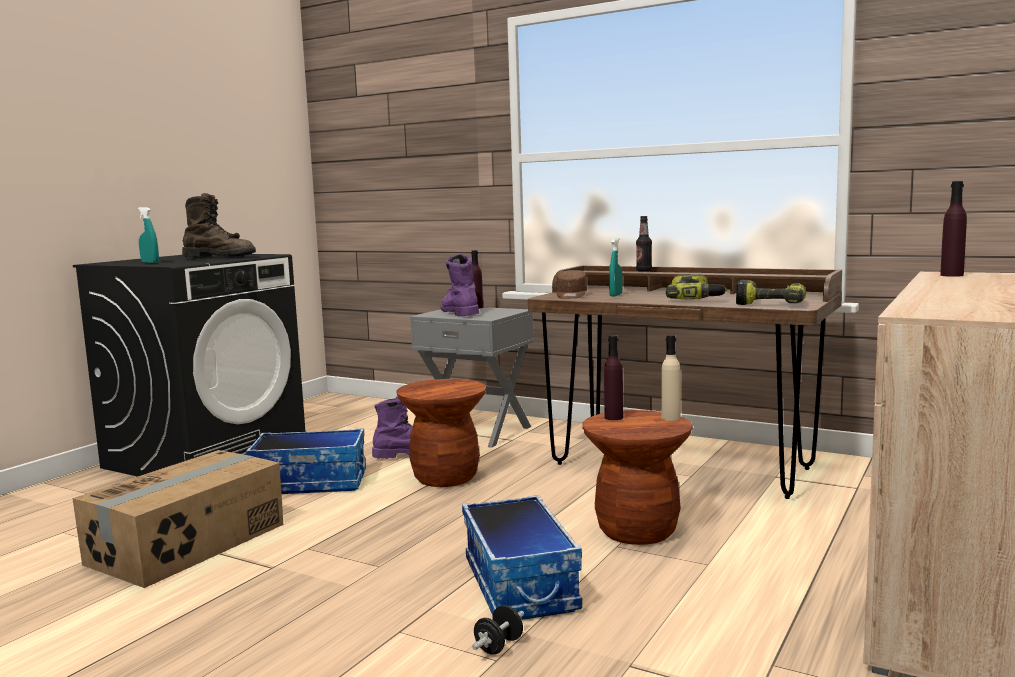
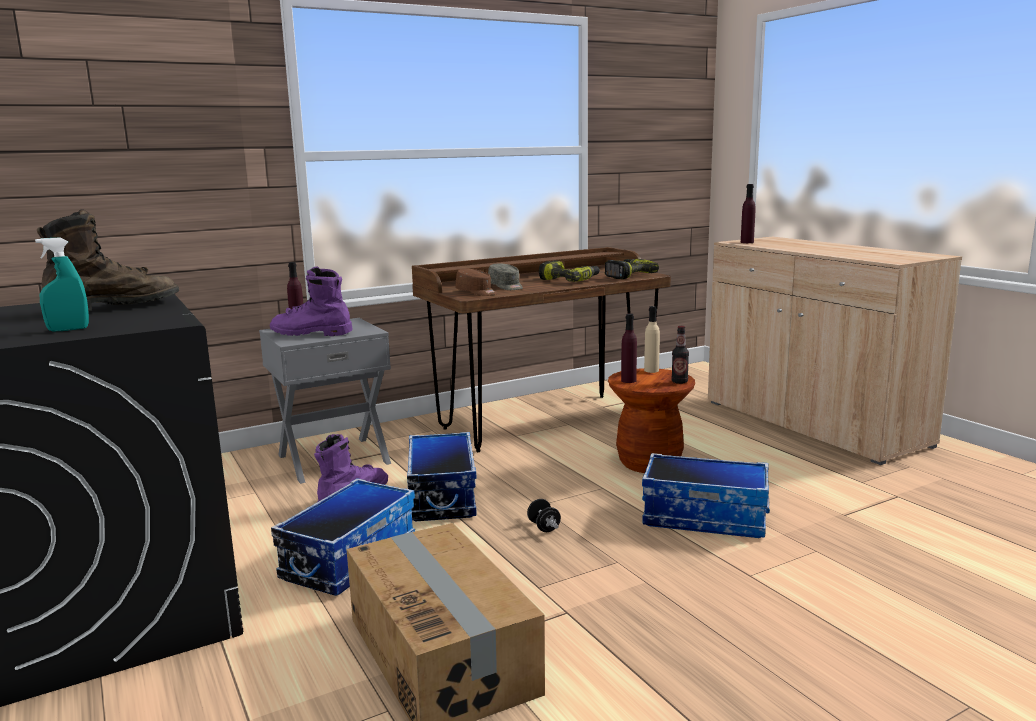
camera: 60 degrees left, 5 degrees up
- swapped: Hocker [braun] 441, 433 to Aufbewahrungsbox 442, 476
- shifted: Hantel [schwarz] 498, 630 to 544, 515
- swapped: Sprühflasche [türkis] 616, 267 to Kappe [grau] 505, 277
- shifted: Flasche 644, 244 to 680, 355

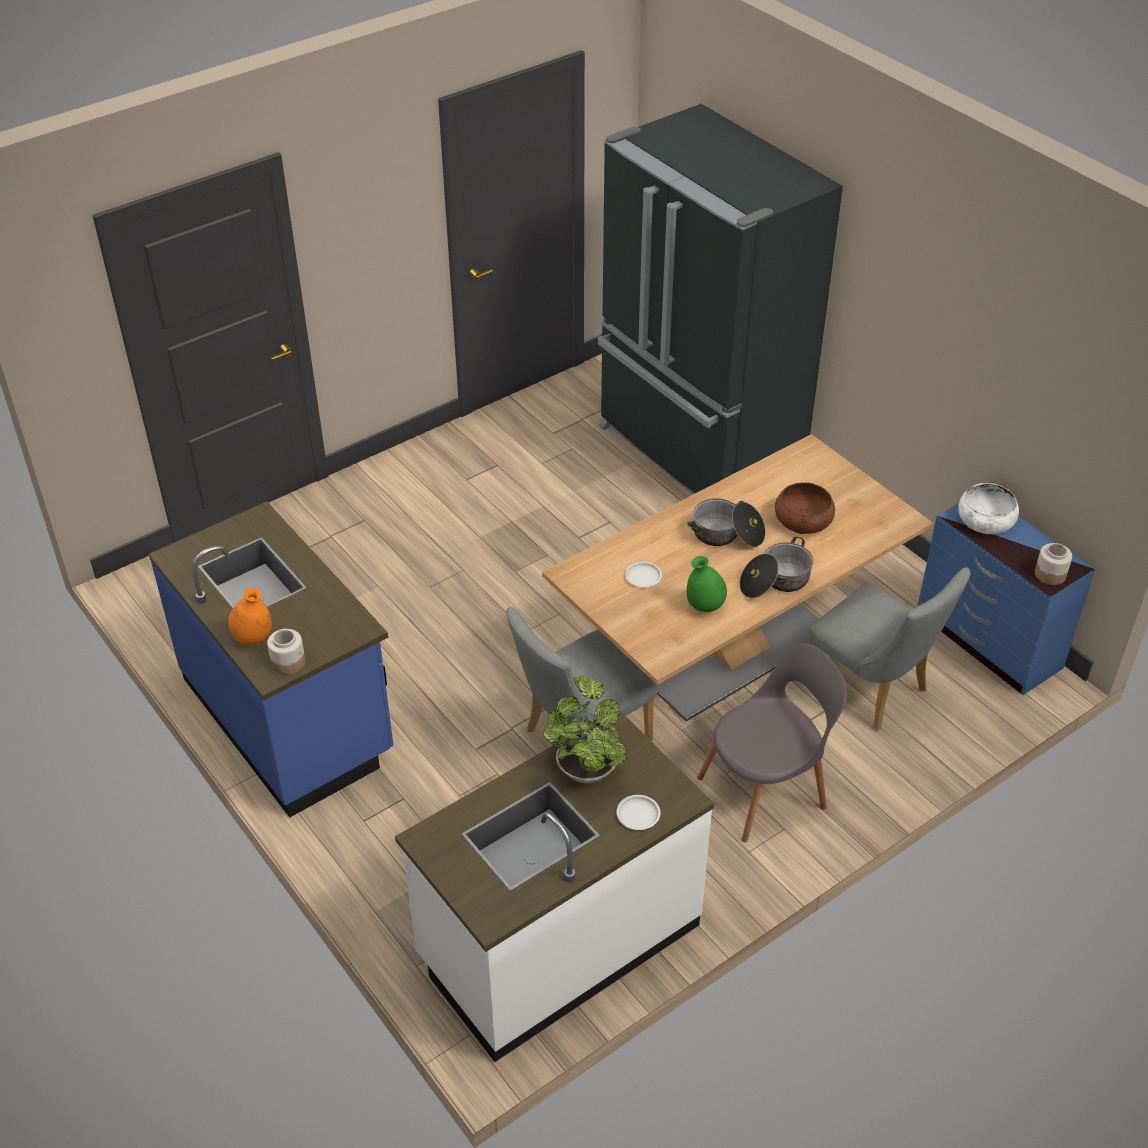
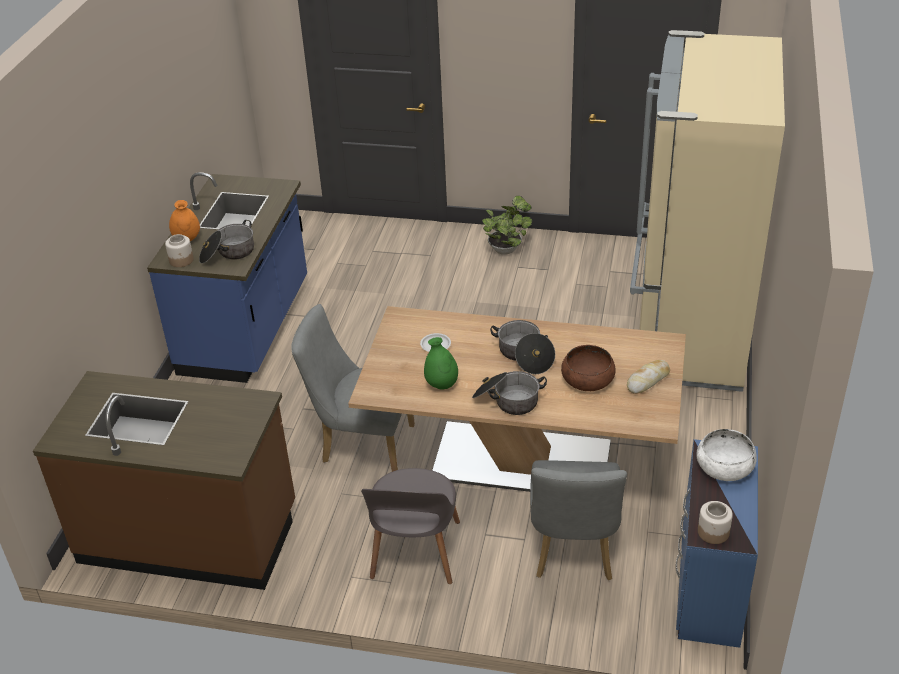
camera: 50 degrees right, 5 degrees down
- repainted: Küchenzeile [weiß] 554, 886 to Küchenzeile [braun] 164, 480
- shifted: Topfpflanze 585, 730 to 507, 225
- repainted: Kühlschrank [schwarz] 720, 299 to Kühlschrank [beige] 707, 211
- gone: Teller [weiß] 638, 812
- rotated: Stuhl [grau] 772, 743 = 410, 526 75 degrees clockwise
- new: Kochtopf 226, 242
- new: Brot 648, 377

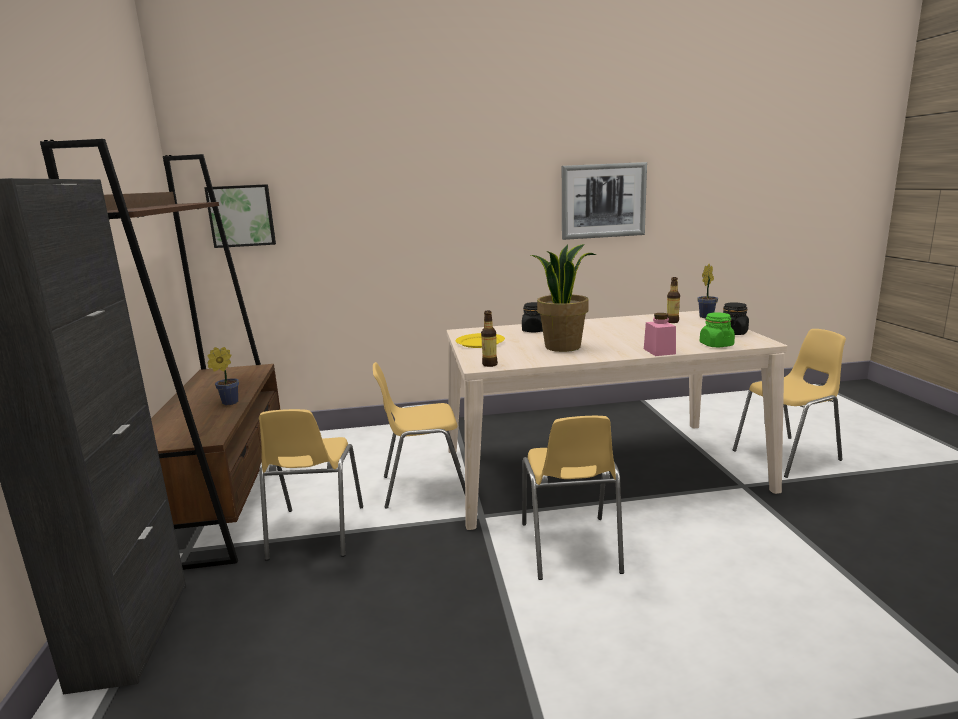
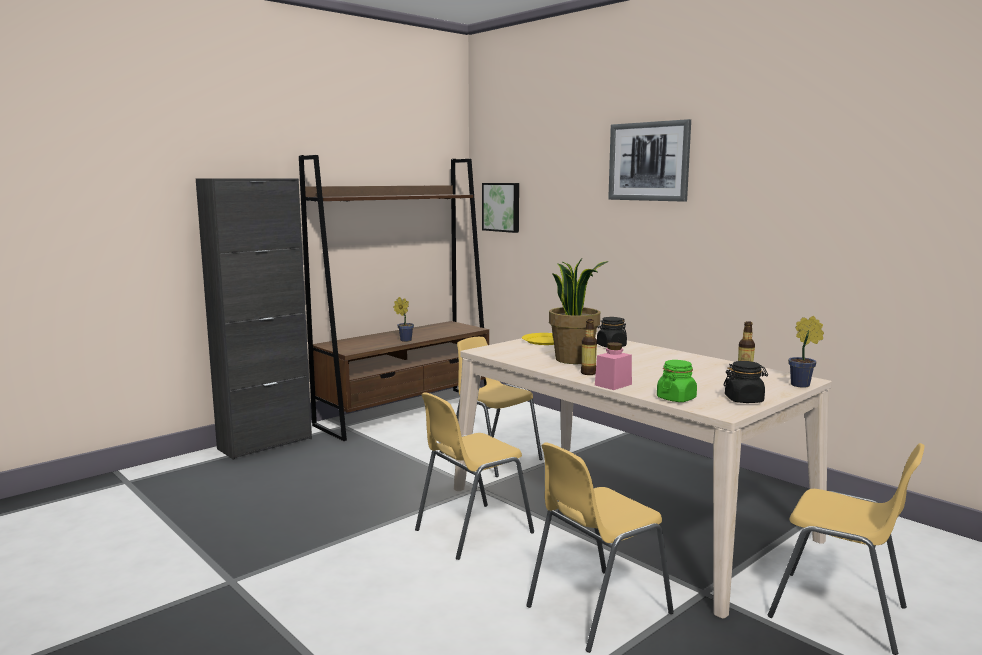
camera: 55 degrees right, 5 degrees down
- shifted: Stuhl [gelb] 311, 485 to 600, 547
- shifted: Flasche 489, 338 to 589, 347
- shifted: Bild 604, 201 to 649, 160

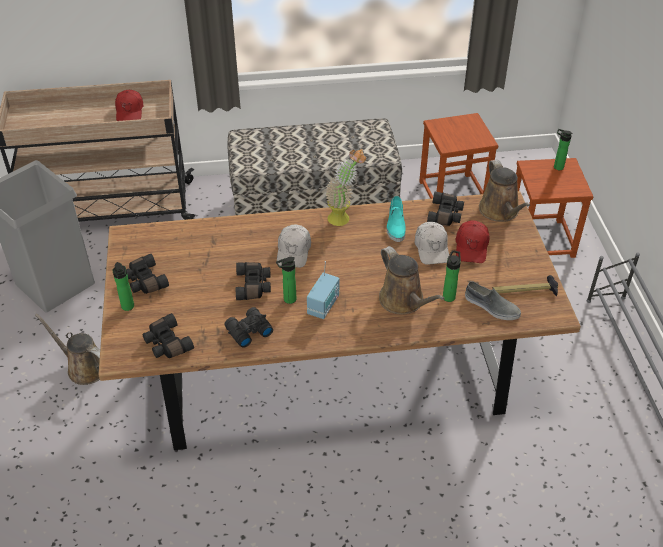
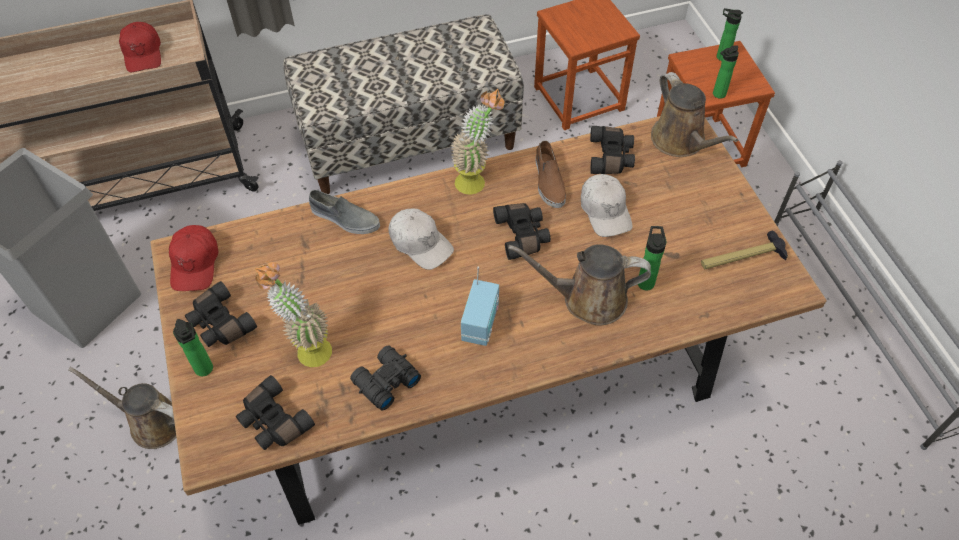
camera: 10 degrees left, 10 degrees up
- shifted: Fernglas [schwarz] 253, 281 to 522, 231
- shifted: Flasche 286, 280 to 726, 72
- rotated: Kappe [weiß] 294, 246 = 421, 239 45 degrees counterclockwise
- rotated: Gießkanne [braun] 412, 280 = 579, 284 135 degrees clockwise
- repainted: Schuh [türkis] 396, 219 to Schuh [braun] 551, 174
- shifted: Kappe [rot] 472, 241 to 193, 258
- shifted: Schuh [grau] 493, 300 to 344, 212
- new: Topfpflanze 293, 314

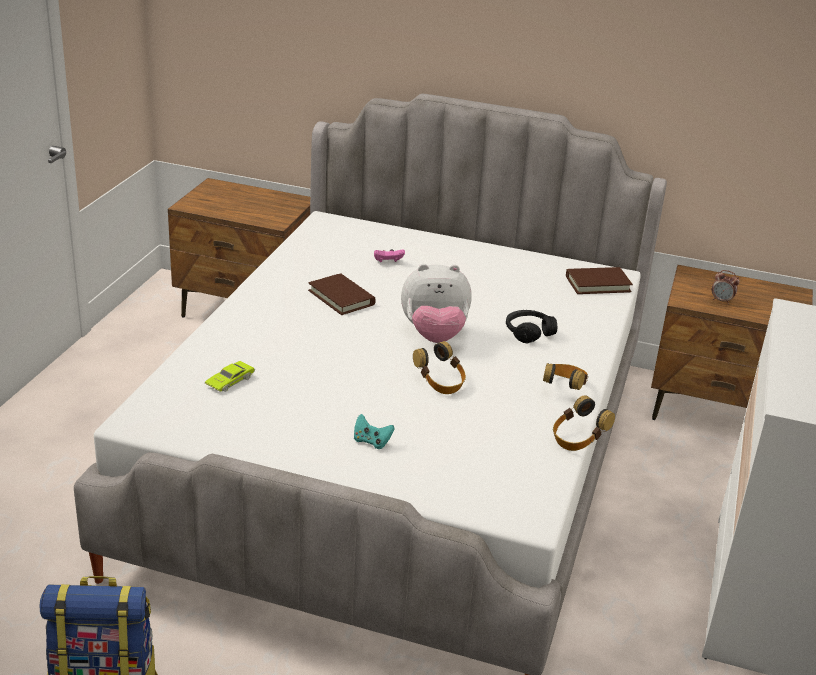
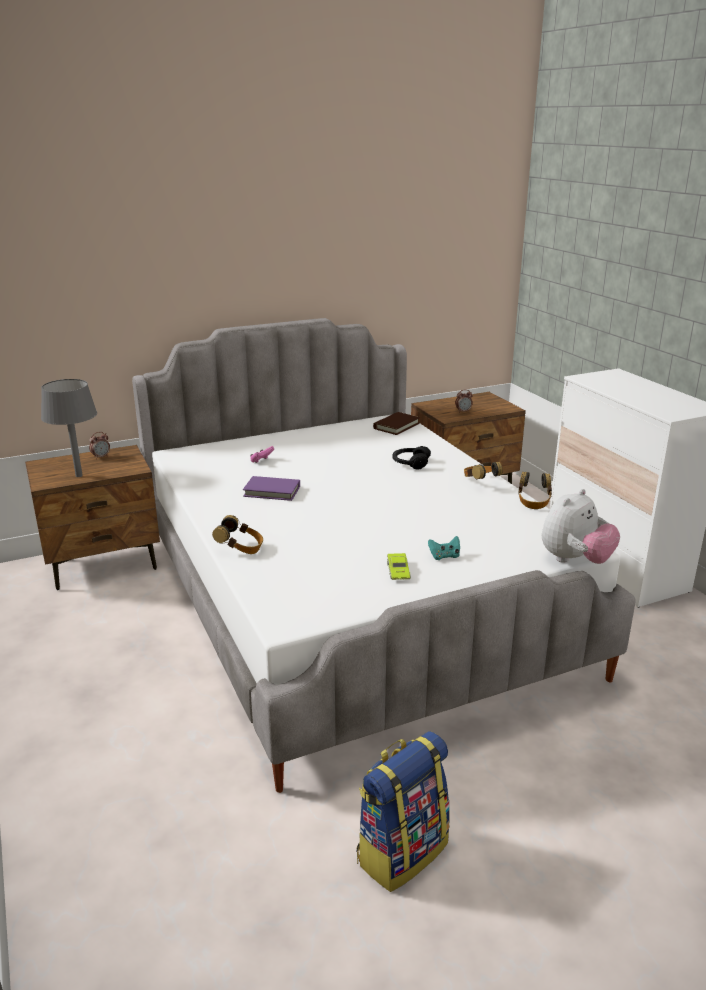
camera: 40 degrees left, 5 degrees down
- shifted: Spielzeugauto [grün] 230, 376 to 399, 566
- repainted: Buch [braun] 342, 294 to Buch [lila] 271, 488
- shifted: Plüschtier 436, 303 to 581, 526
- shifted: Kopfhörer 439, 367 to 237, 534
- new: Tischlampe [grau] 69, 428
- new: Wecker 99, 445

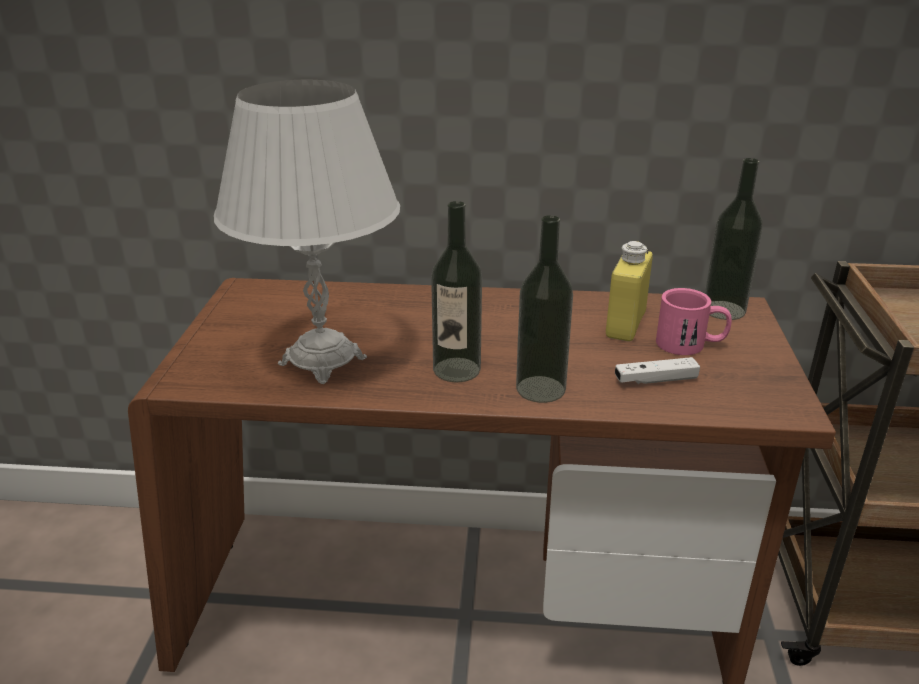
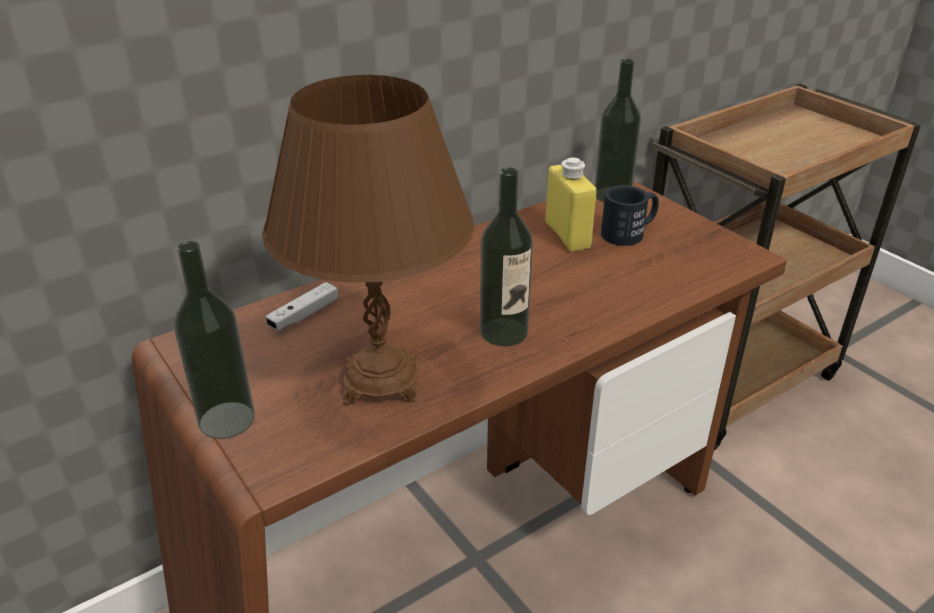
camera: 40 degrees left, 5 degrees up
- repainted: Tischlampe [weiß] 307, 232 to Tischlampe [braun] 368, 240
- shifted: Flasche 544, 309 to 214, 340
- shifted: Gamepad [weiß] 657, 370 to 302, 306
- repainted: Henkelbecher [rosa] 694, 321 to Henkelbecher [schwarz] 630, 215

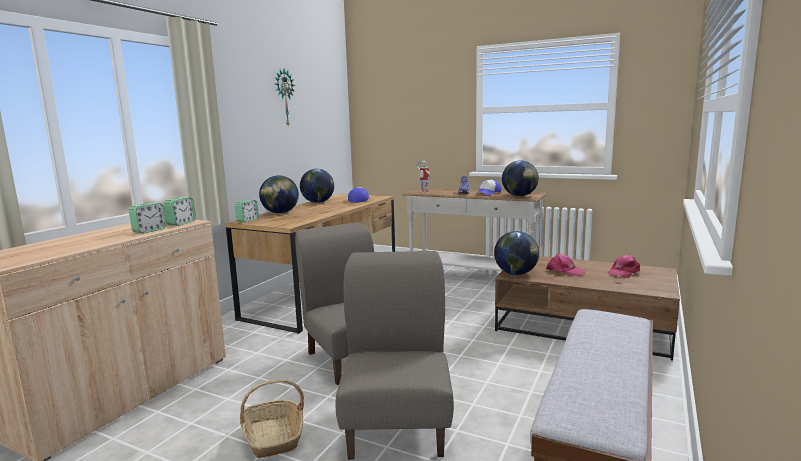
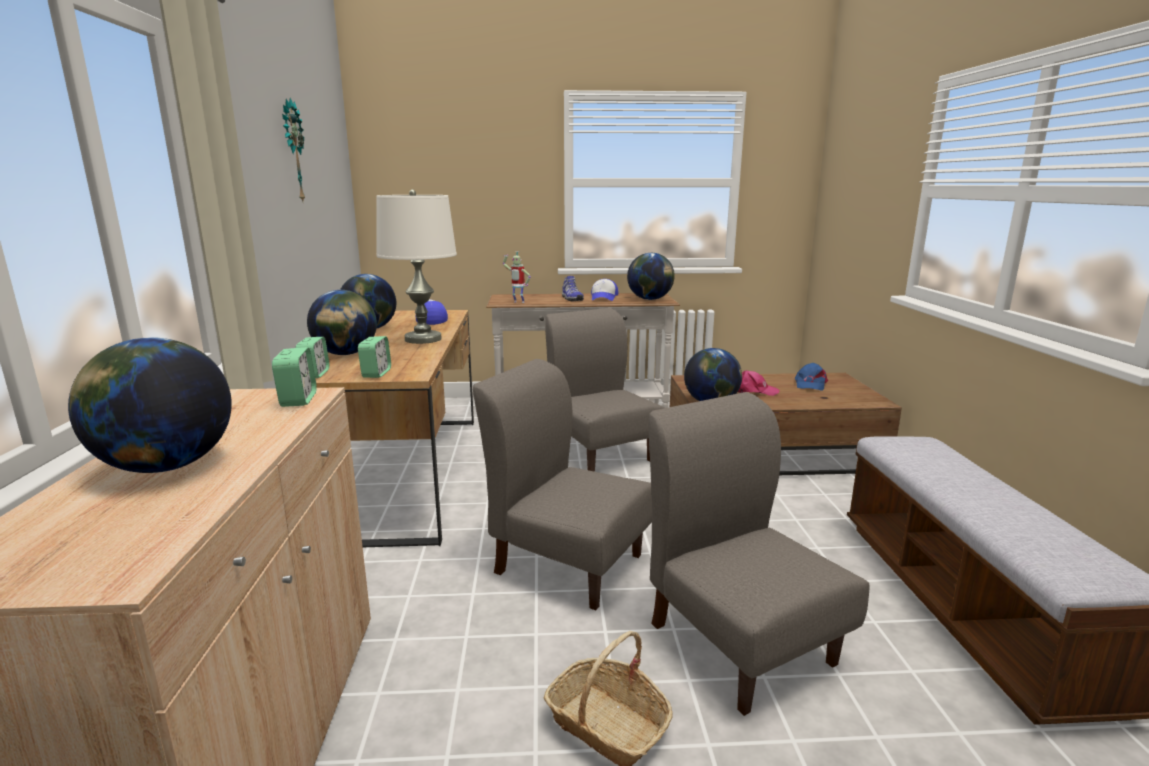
camera: 30 degrees left, 5 degrees up
- shifted: Wecker 148, 218 to 374, 357
- repainted: Kappe [rosa] 623, 266 to Kappe [blau] 811, 377
- new: Globus 150, 405
- new: Tischlampe [weiß] 416, 266
- new: Stuhl [grau] 604, 390

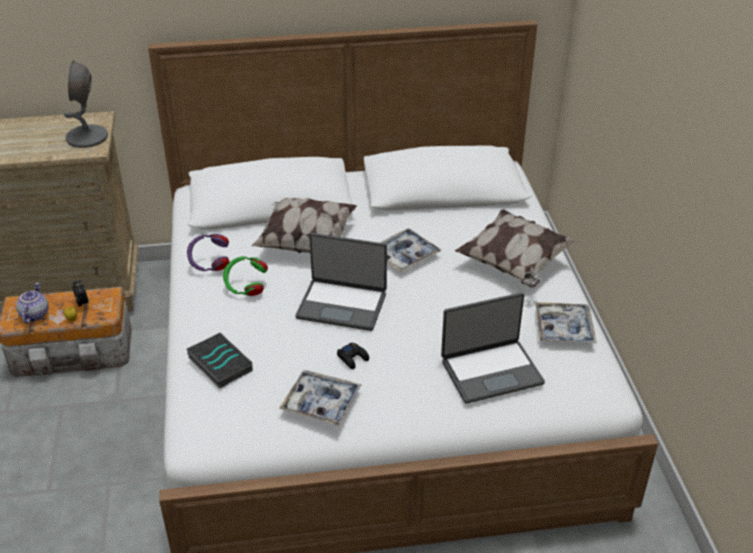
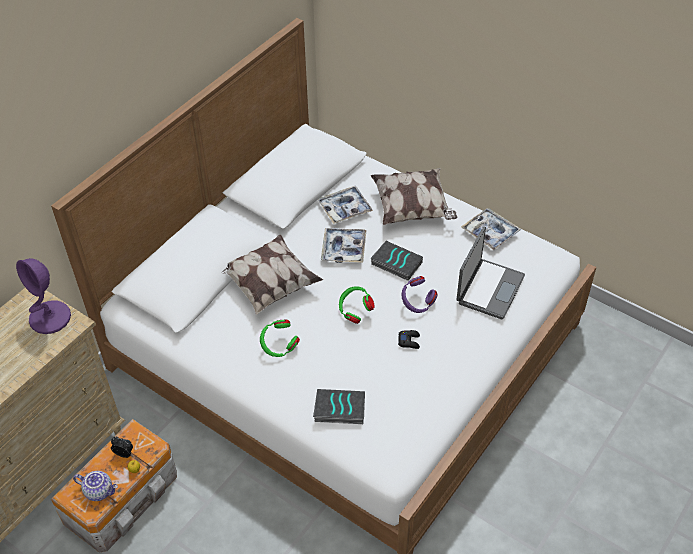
camera: 45 degrees left, 10 degrees up
- rotated: Teekanne 32, 303 = 95, 486 150 degrees clockwise
- repainted: Tischlampe [grau] 86, 104 to Tischlampe [lila] 43, 296
- shifted: Kopfhörer [lila] 208, 252 to 420, 294
- shifted: Tablett 320, 398 to 345, 205
- swapped: Laptop 341, 282 to Kopfhörer [grün] 357, 305
- new: Buch 396, 261

